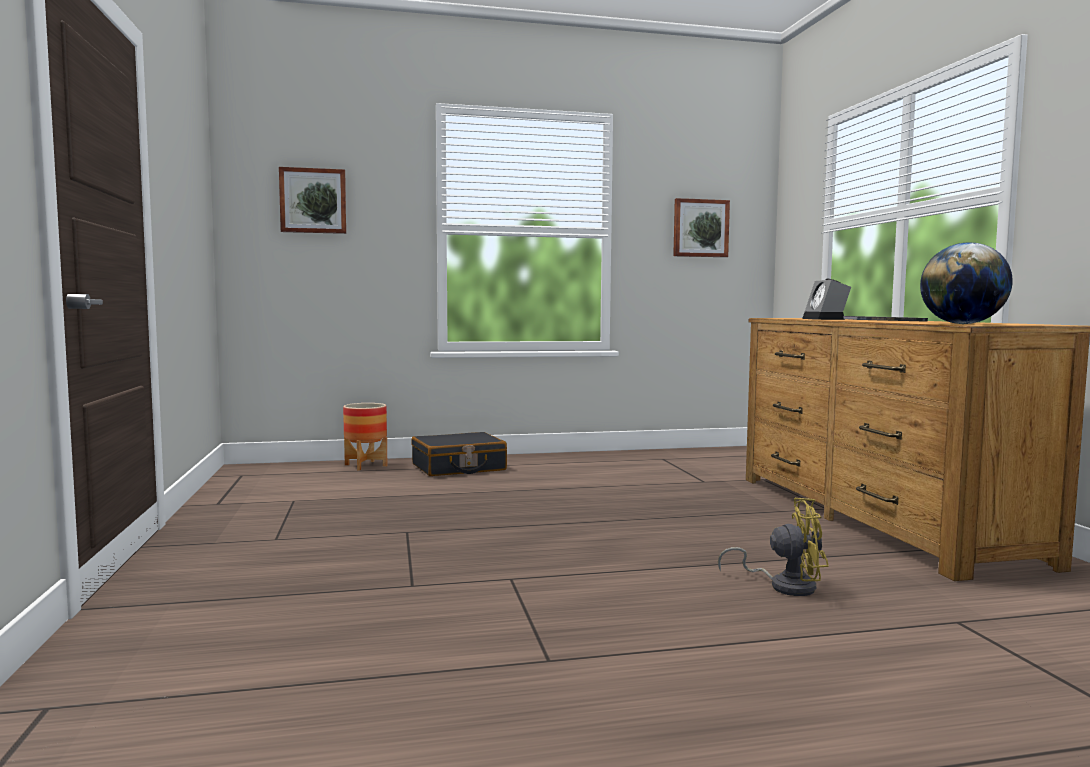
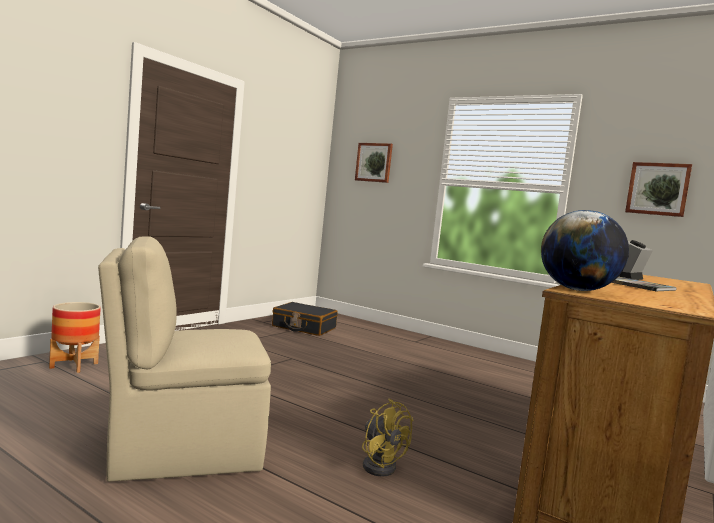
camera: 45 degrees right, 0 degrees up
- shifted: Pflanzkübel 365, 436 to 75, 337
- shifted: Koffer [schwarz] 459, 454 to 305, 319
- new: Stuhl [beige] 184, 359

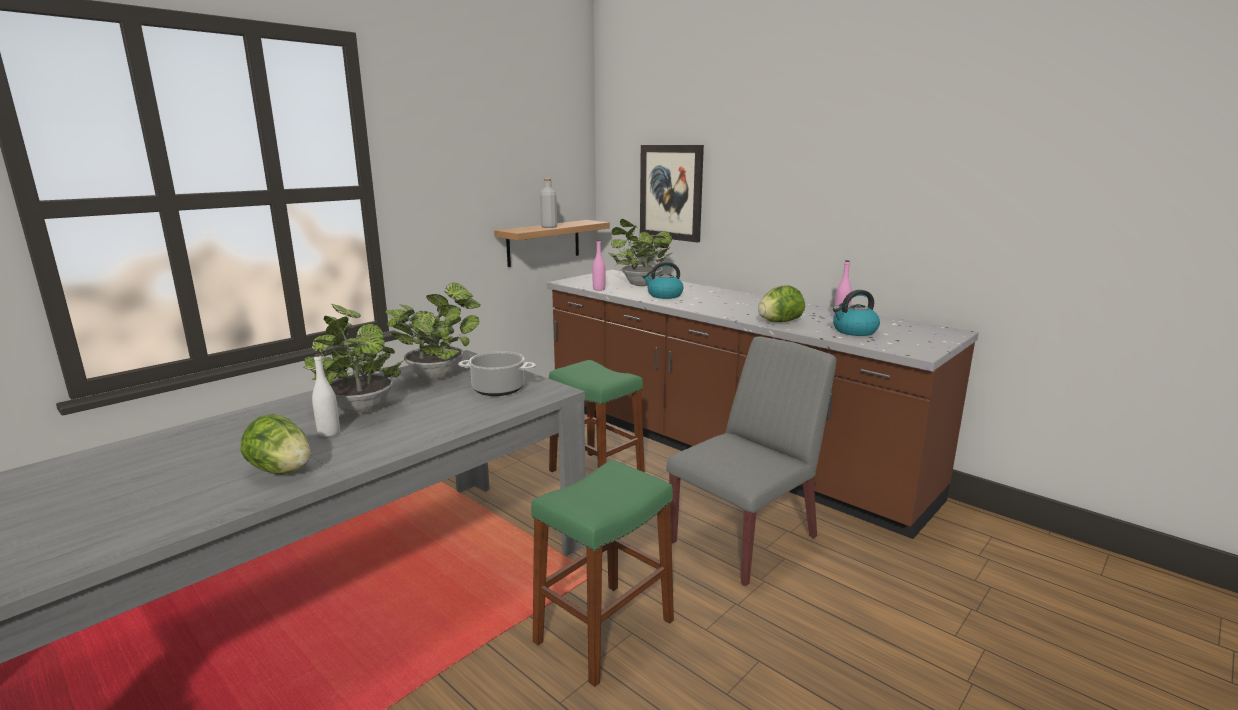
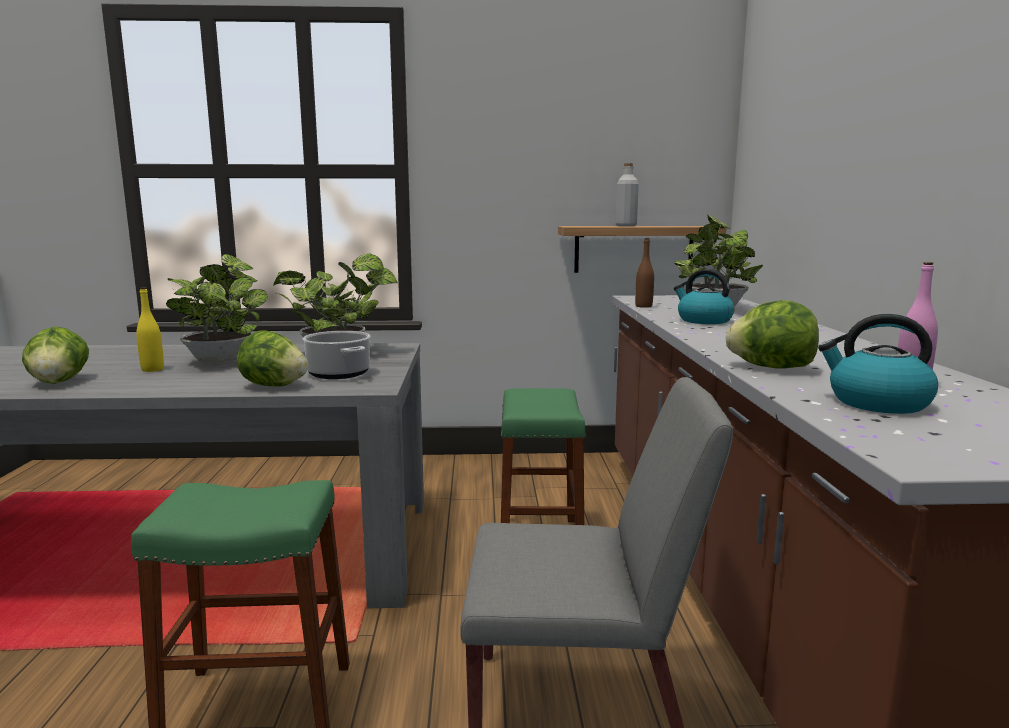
camera: 45 degrees right, 5 degrees down
- repainted: Flasche [weiß] 326, 395 to Flasche [gelb] 150, 329
- repainted: Flasche [rosa] 599, 265 to Flasche [braun] 644, 273
- gone: Bild 672, 194
- new: Salatkopf 272, 358

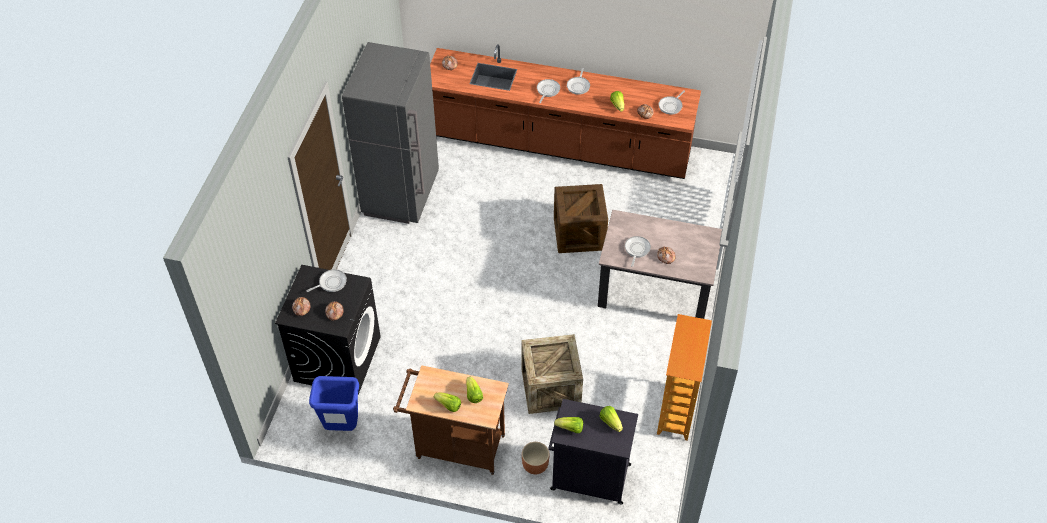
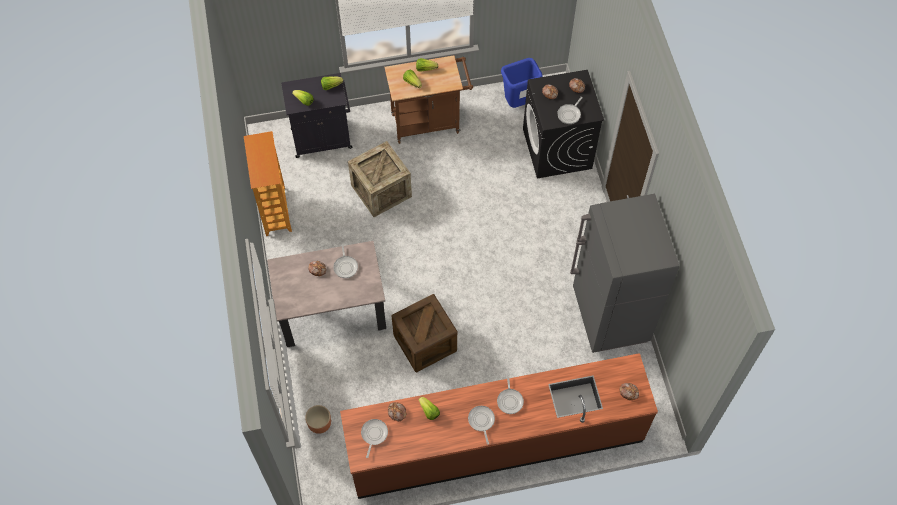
camera: 155 degrees right, 10 degrees up
- shifted: Pflanzkübel [braun] 536, 458 to 318, 419

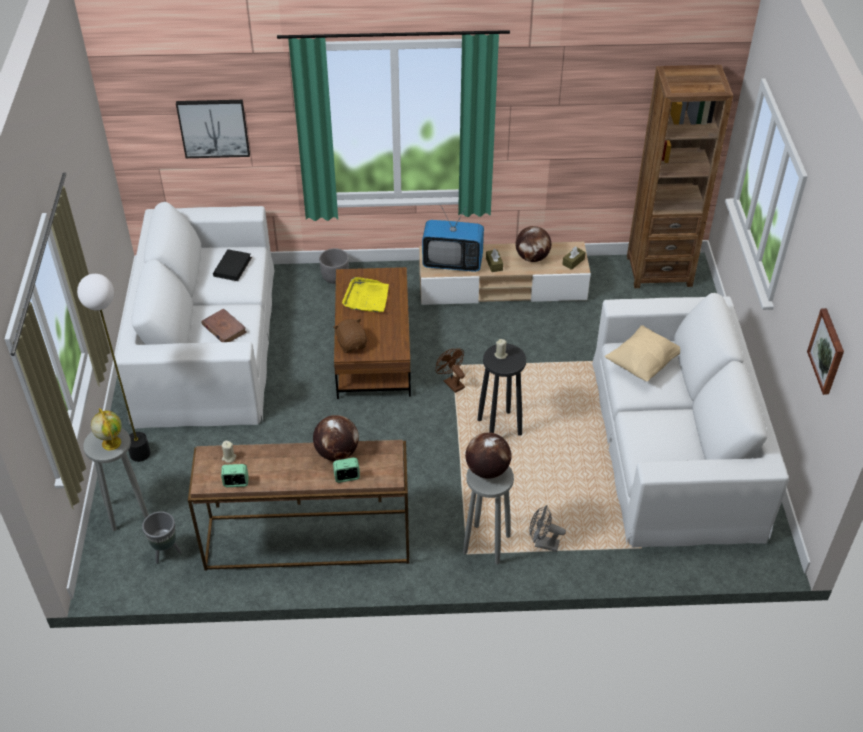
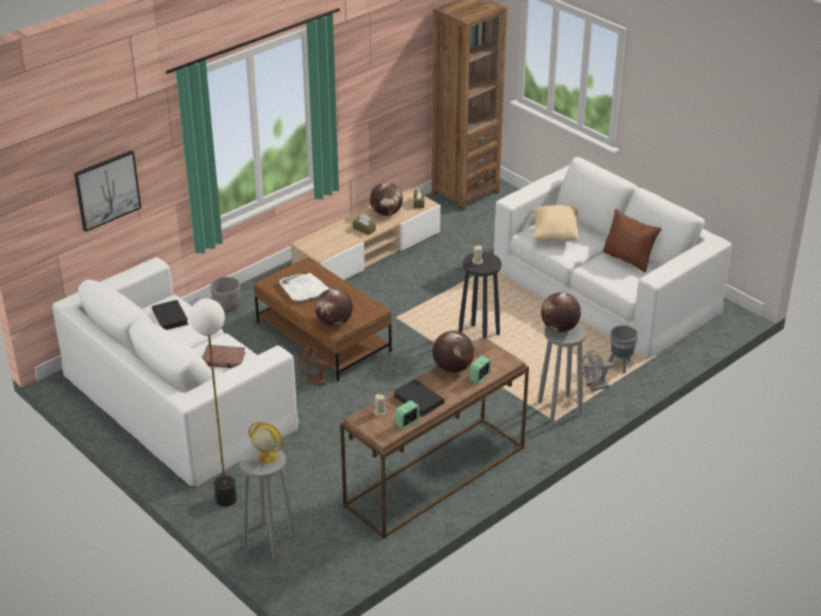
camera: 40 degrees left, 10 degrees down
- shifted: Pflanzkübel [grau] 162, 537 to 623, 350
- swapped: Plüschtier [braun] 350, 335 to Globus 334, 307
- repainted: Tablett [gelb] 365, 294 to Tablett [weiß] 304, 287
- gone: Fernseher 453, 238
- shifted: Ventilator [braun] 450, 370 to 314, 364
- gone: Bild 825, 351
- new: Buch [schwarz] 419, 398
- new: Kissen [braun] 632, 240

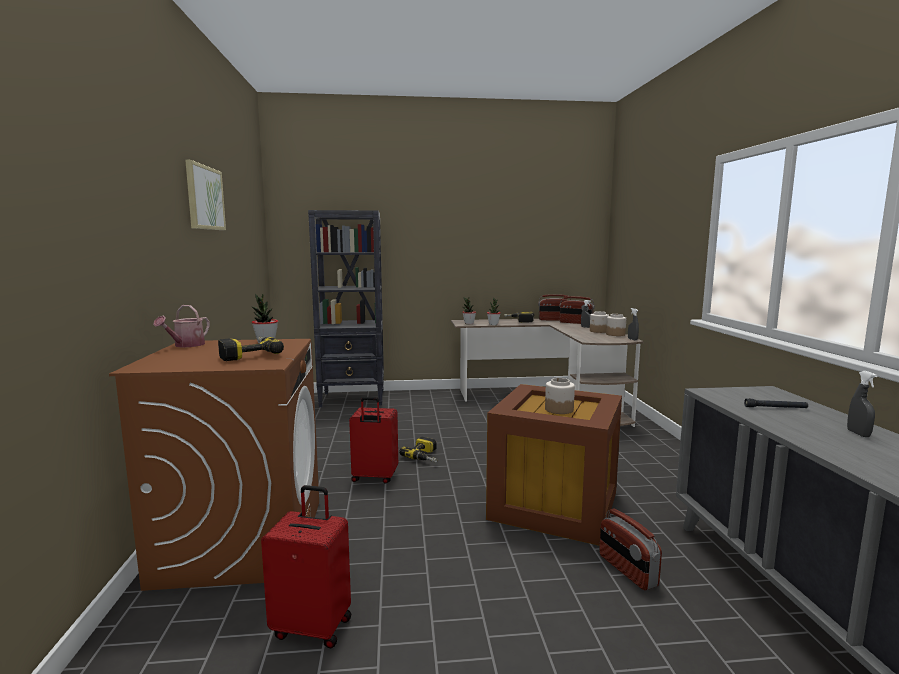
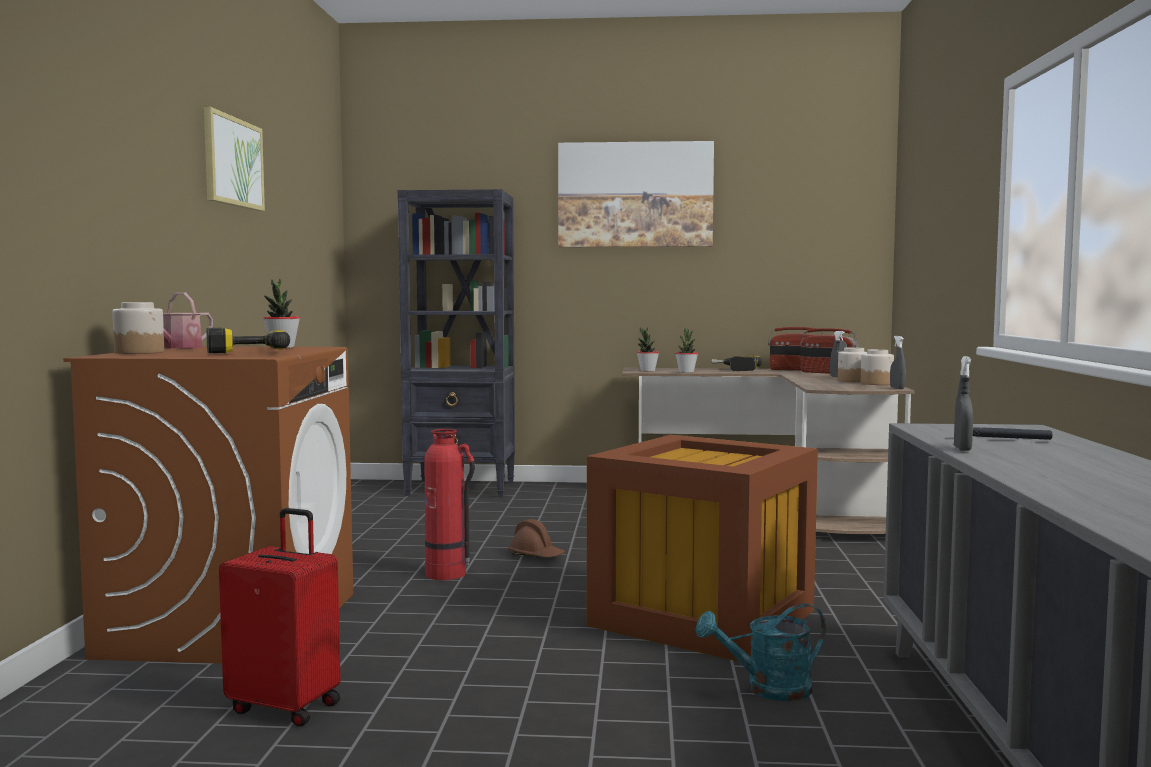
camera: 10 degrees right, 5 degrees down
- swapped: Koffer [rot] 373, 440 to Feuerlöscher 449, 504
- swapped: Bohrmaschine 418, 450 to Schutzhelm [braun] 536, 538
- shifted: Vorratsglas 560, 396 to 138, 328
- swapped: Radio 630, 549 to Gießkanne [türkis] 761, 652
- shifted: Sprühflasche [grau] 862, 404 to 963, 403
- new: Bild 636, 194

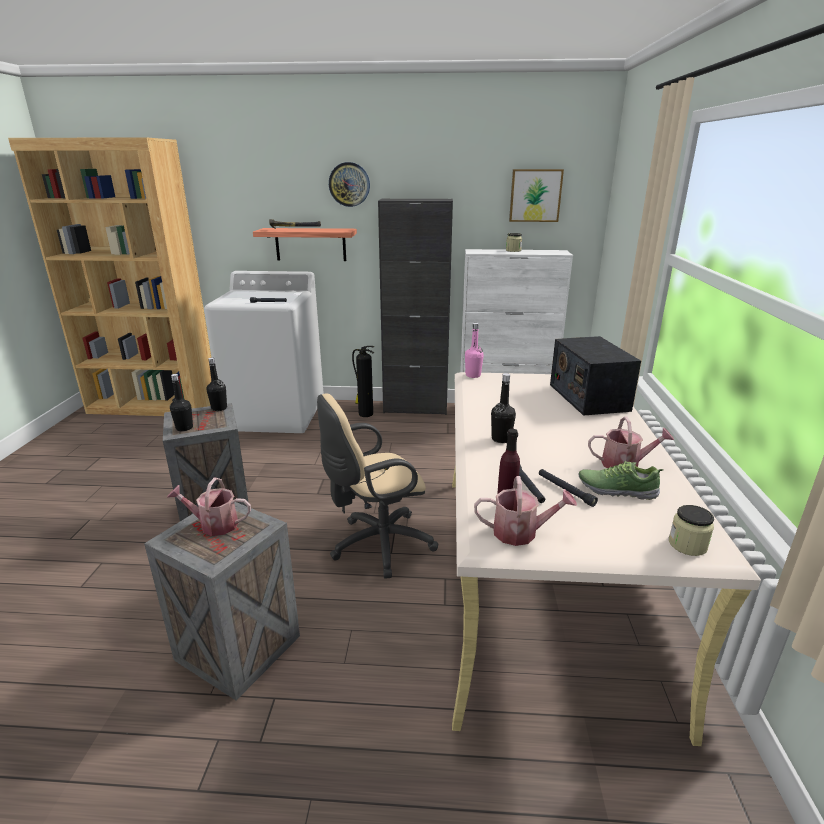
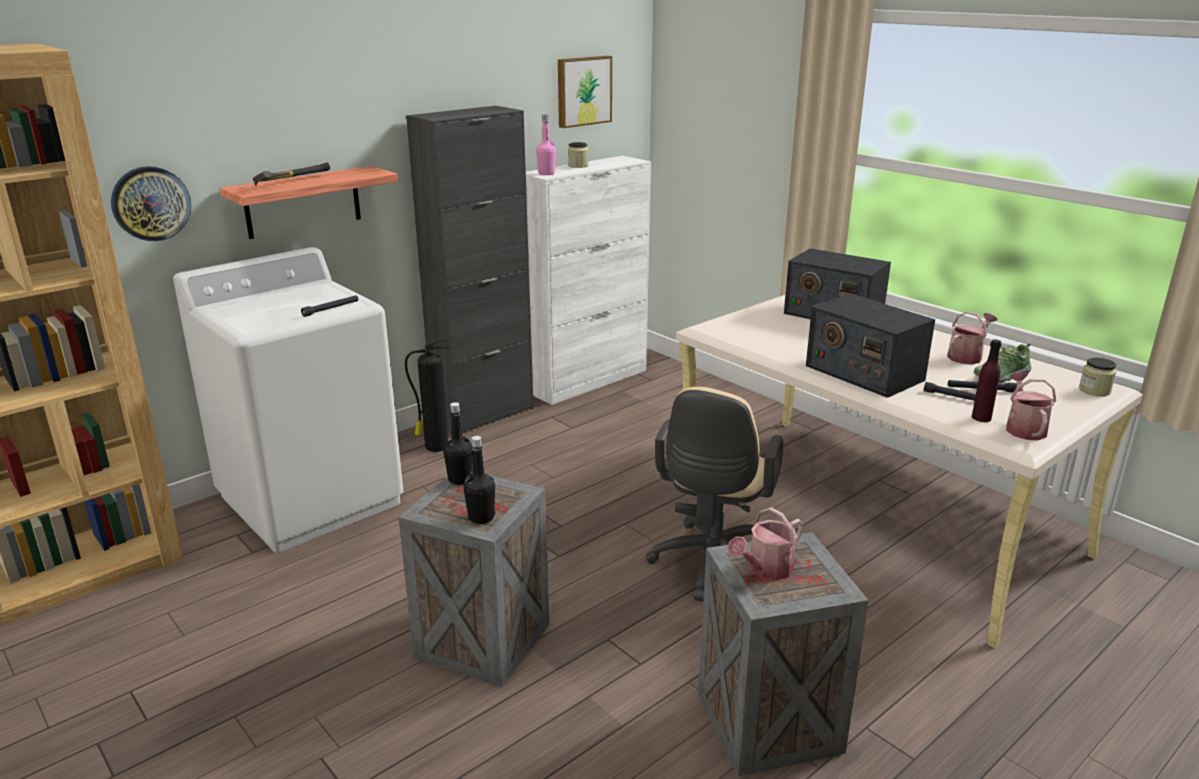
camera: 45 degrees left, 0 degrees up
- shifted: Wanduhr 349, 184 to 151, 203
- shifted: Flasche [rosa] 474, 350 to 546, 144
- rotated: Gießkanne 525, 511 = 1031, 406 45 degrees counterclockwise
- swapped: Flasche [schwarz] 503, 408 to Radio 870, 346

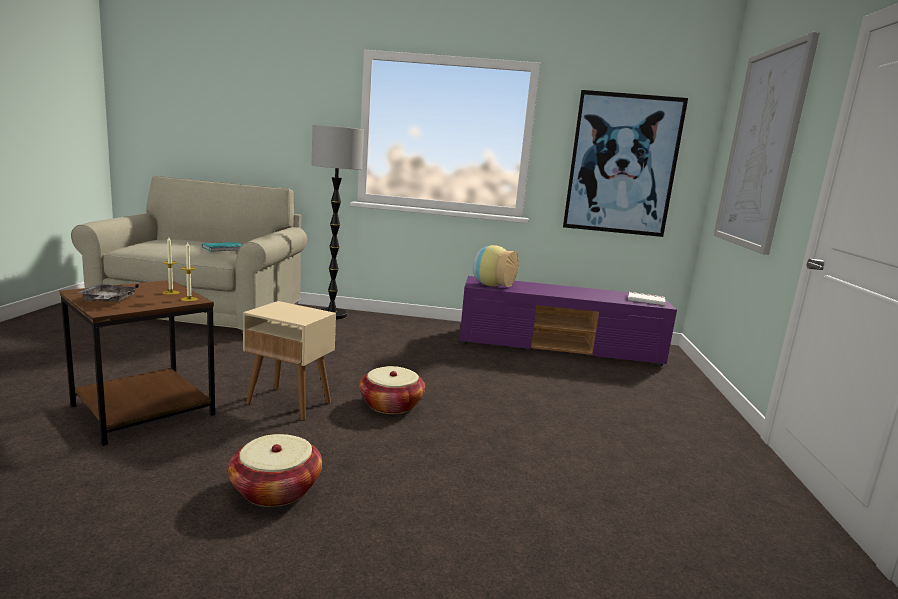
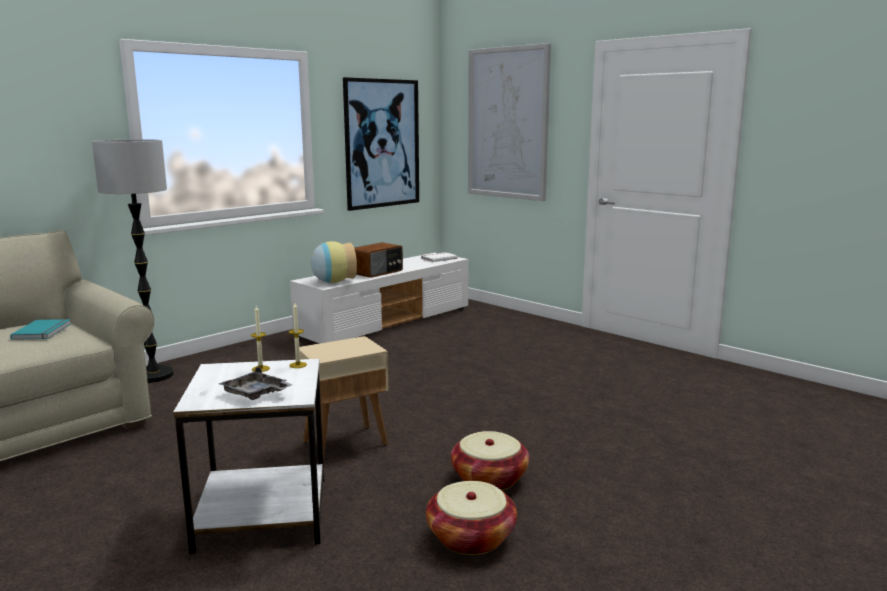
camera: 50 degrees left, 0 degrees up
- repainted: Beistelltisch [braun] 137, 363 to Beistelltisch [weiß] 248, 456
- shifted: Korb 392, 390 to 471, 518
- repainted: Fernsehschrank [lila] 568, 321 to Fernsehschrank [weiß] 379, 298
- new: Radio 378, 260

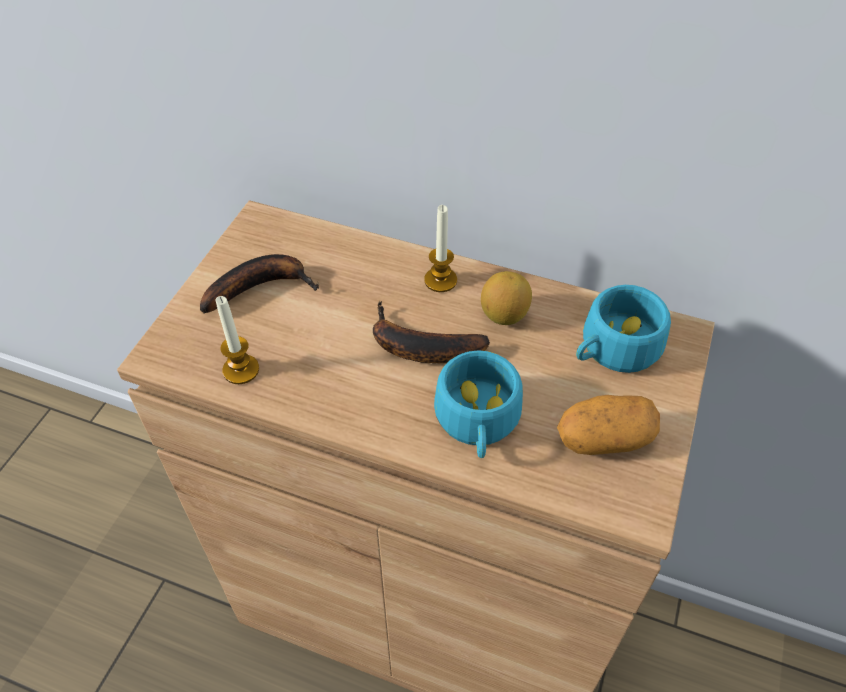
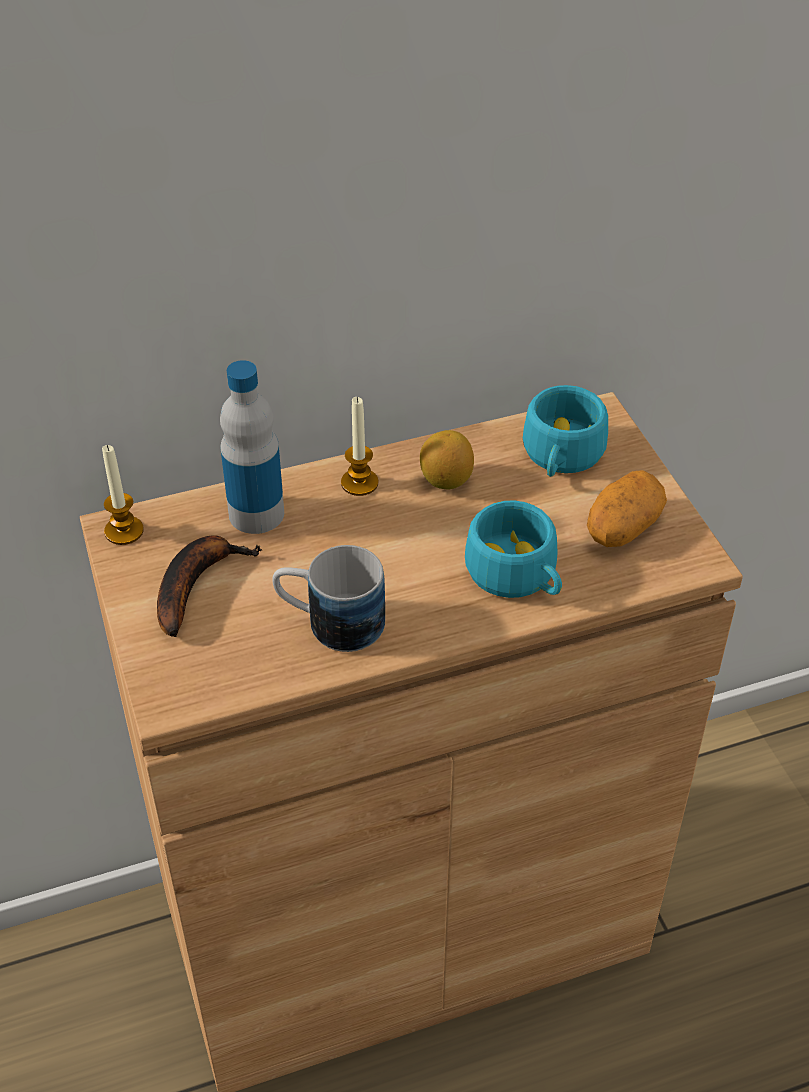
camera: 40 degrees left, 5 degrees down
- shifted: Kerze 237, 340 to 123, 495
- gone: Banane 431, 332
- new: Flasche 252, 447
- new: Henkelbecher 328, 598

